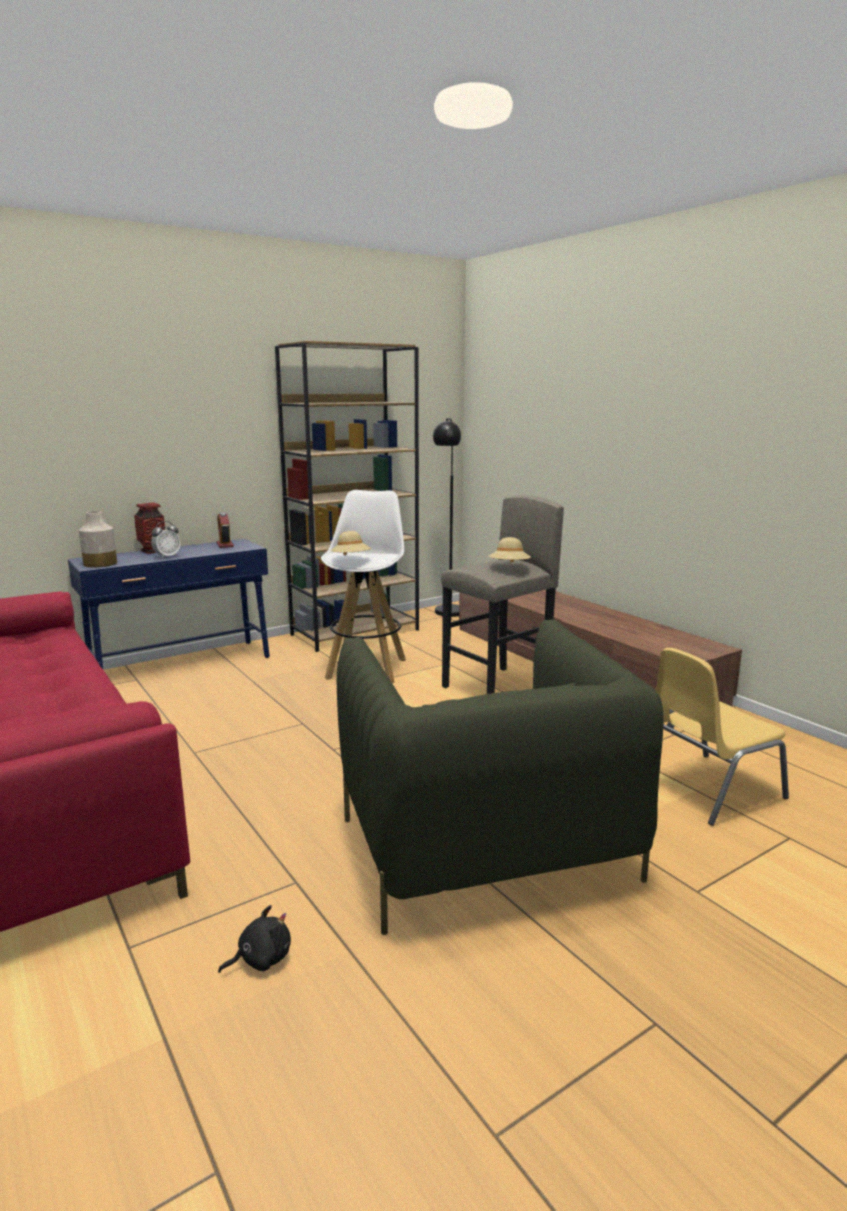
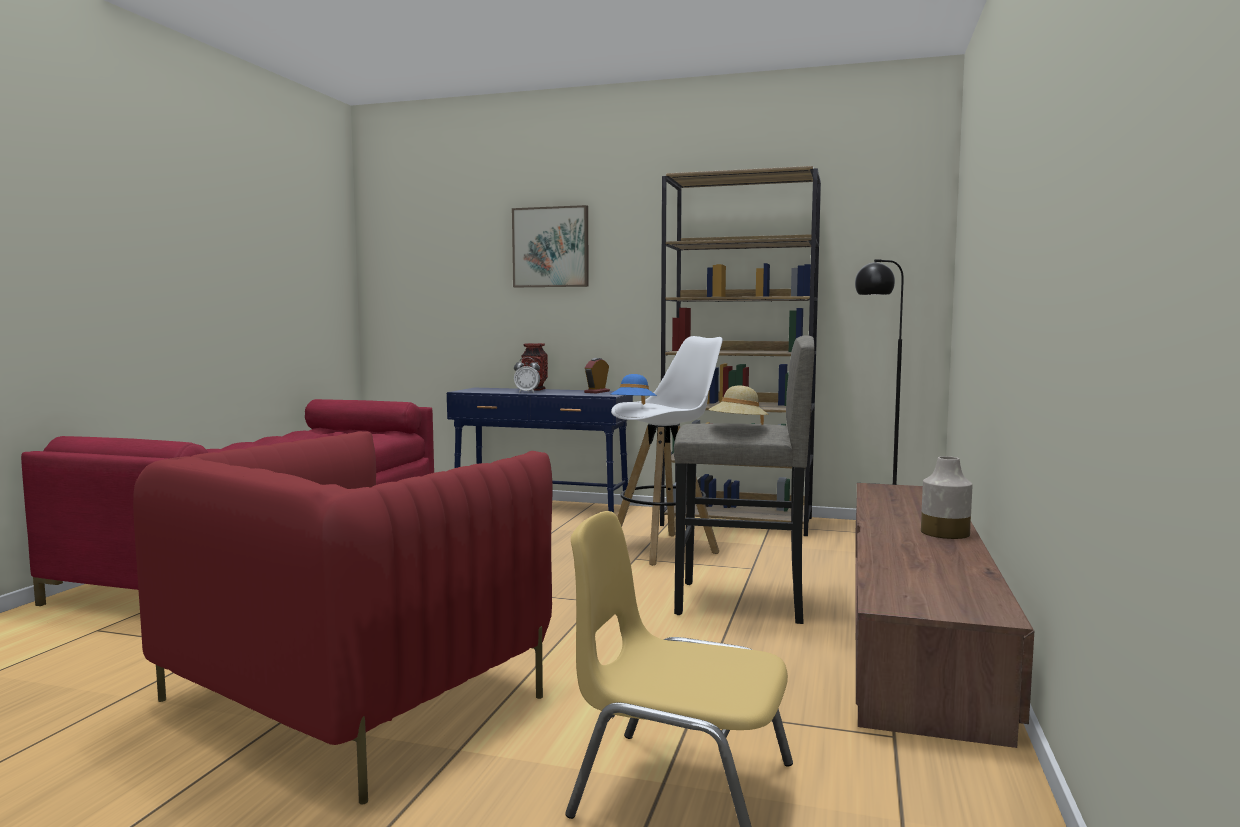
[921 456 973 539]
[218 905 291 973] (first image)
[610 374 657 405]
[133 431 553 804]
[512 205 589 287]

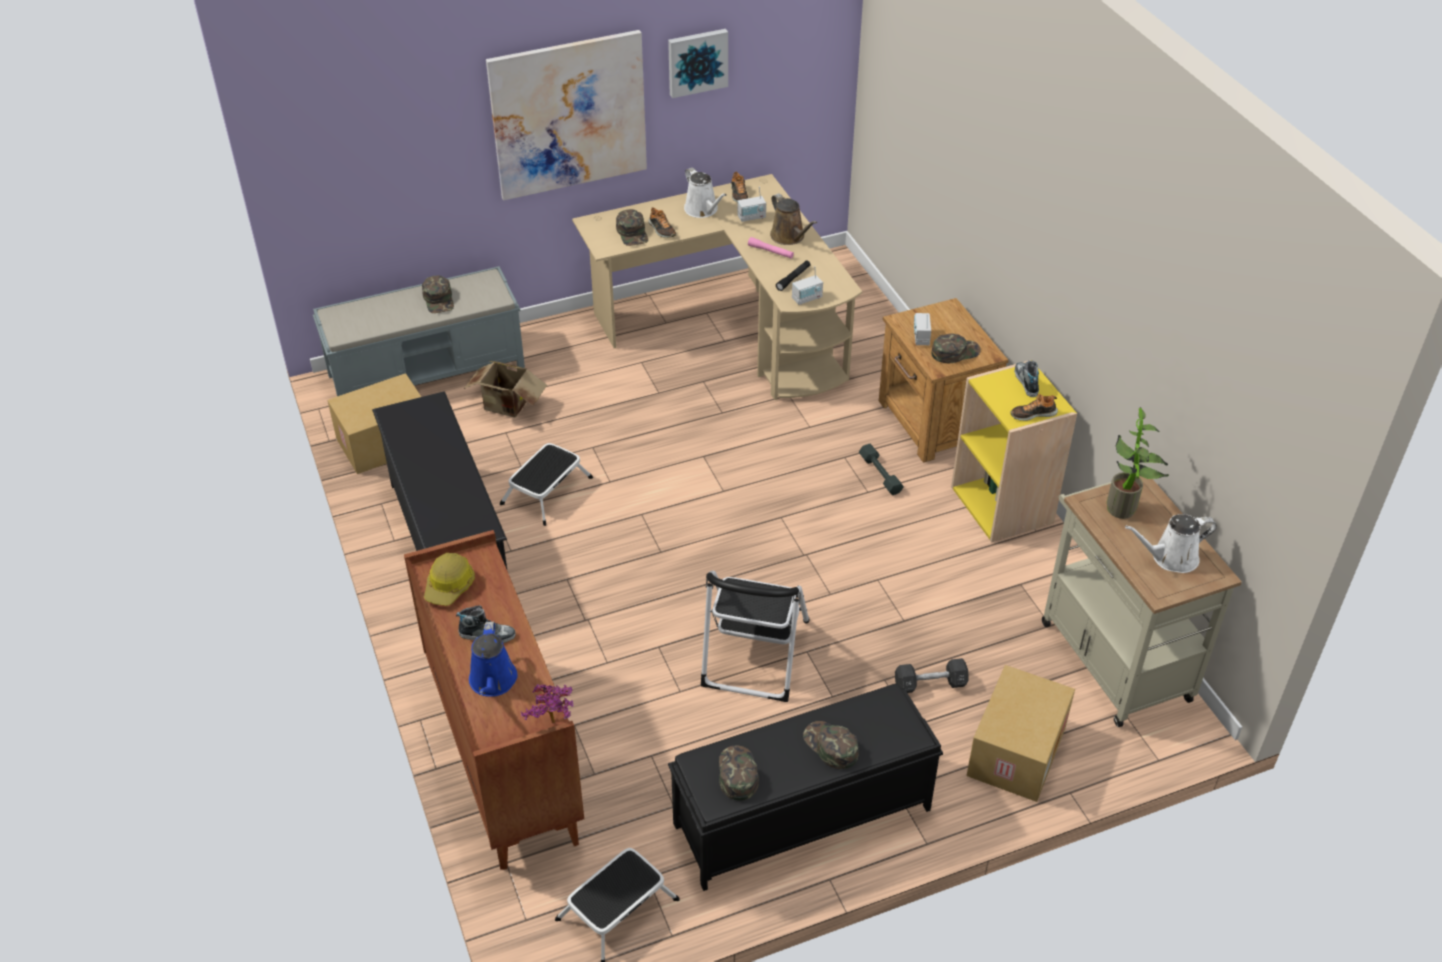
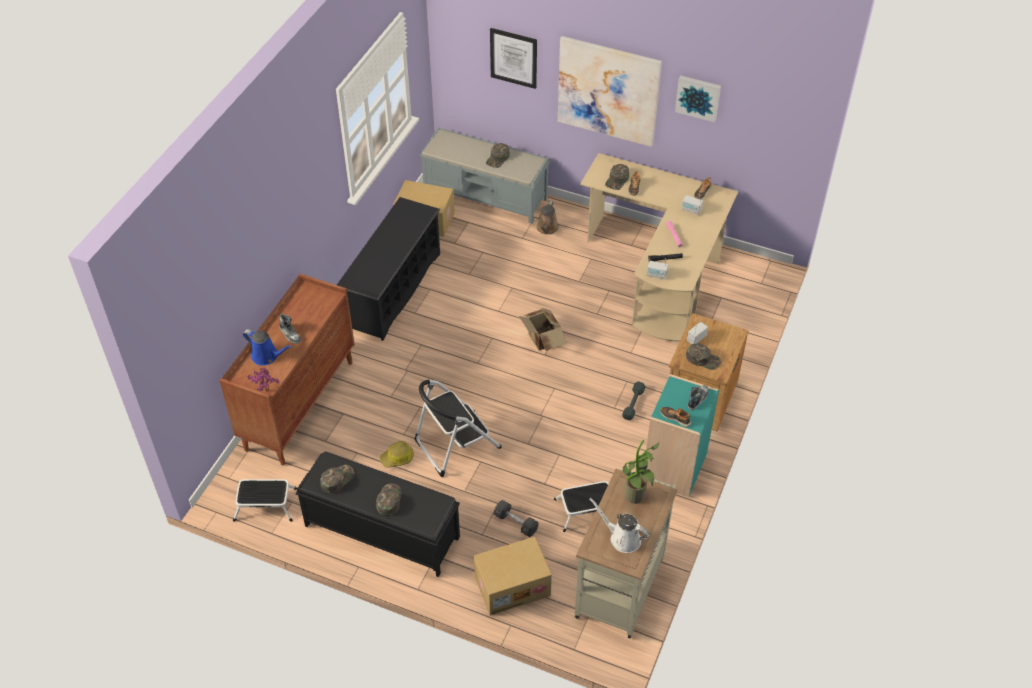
[379 441 414 468]
[519 308 567 351]
[243 330 292 366]
[553 481 609 532]
[684 167 727 218] (first image)
[537 201 559 235]
[646 374 719 497]
[490 28 537 89]

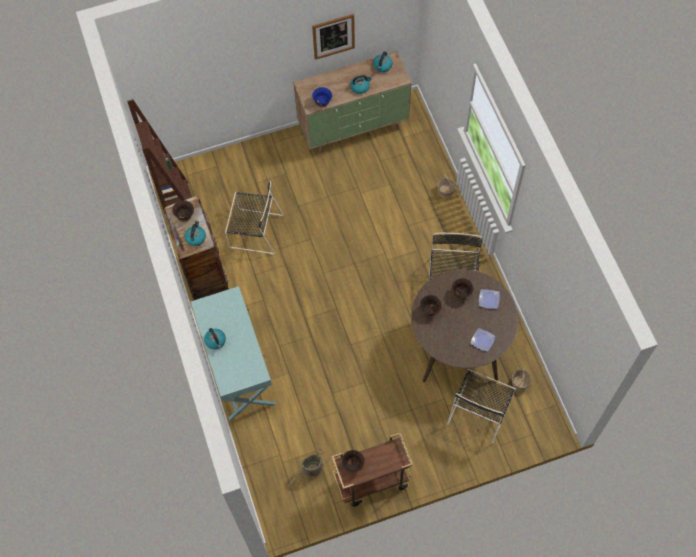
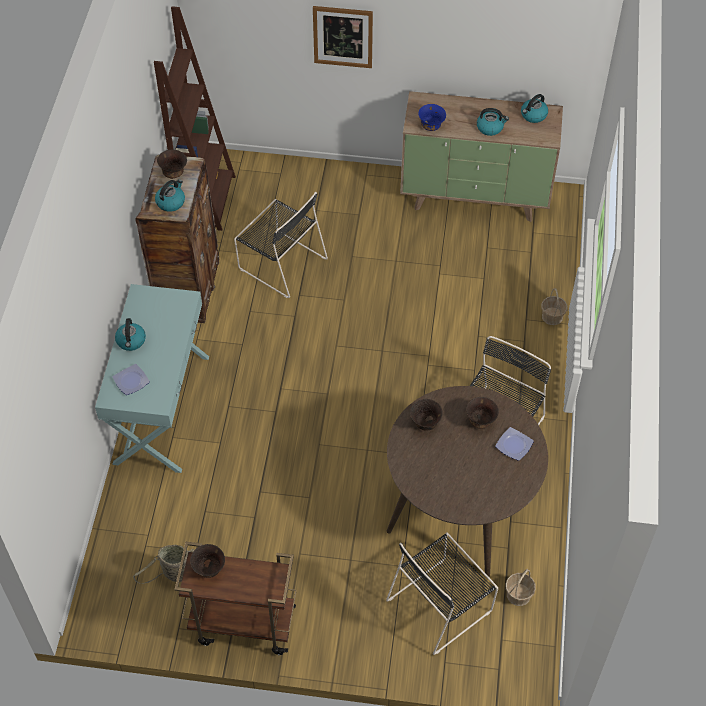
[313 6 373 68]
[113 364 150 395]

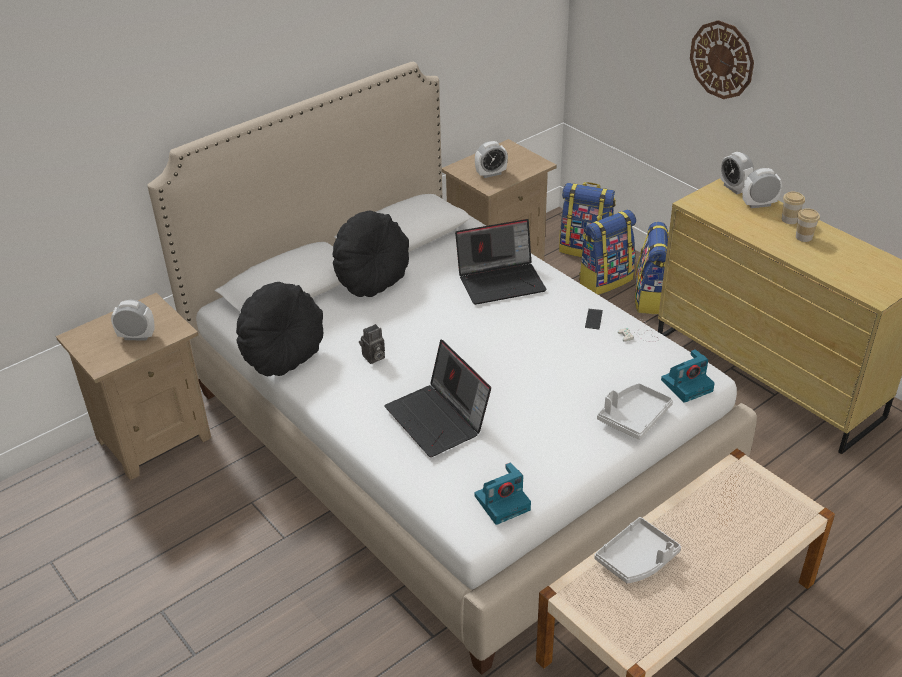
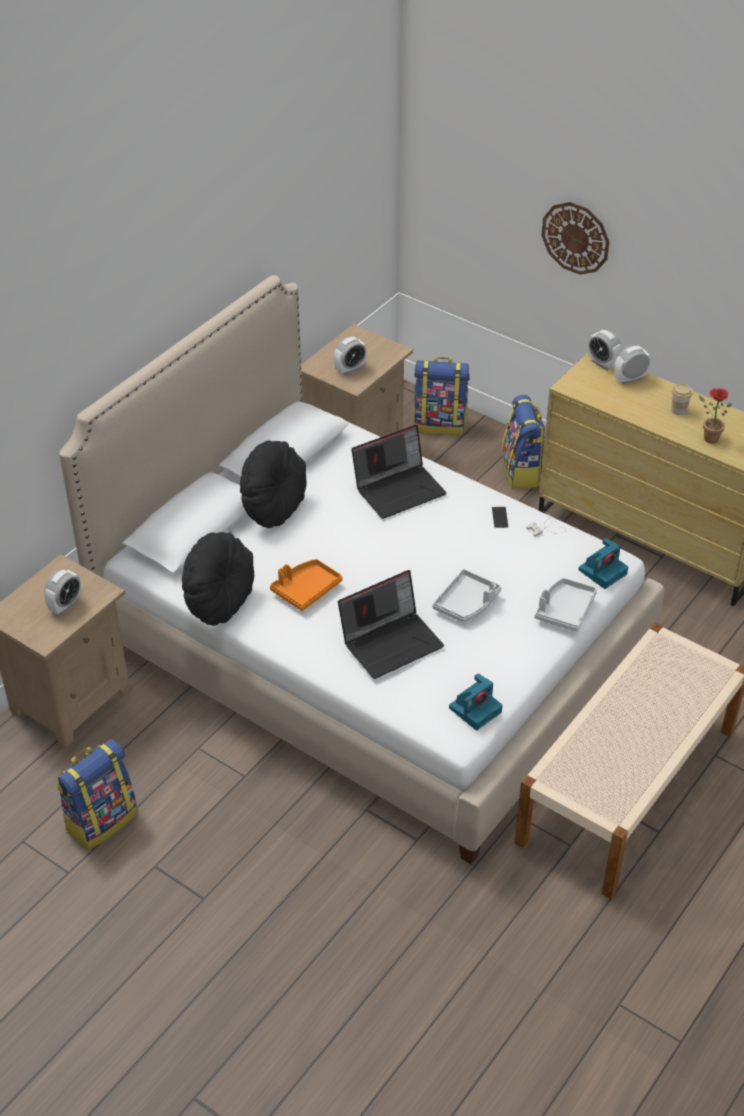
[44 570 81 614]
[270 559 342 611]
[338 570 444 679]
[57 739 137 850]
[433 569 501 623]
[782 192 805 224] (first image)
[699 388 732 444]

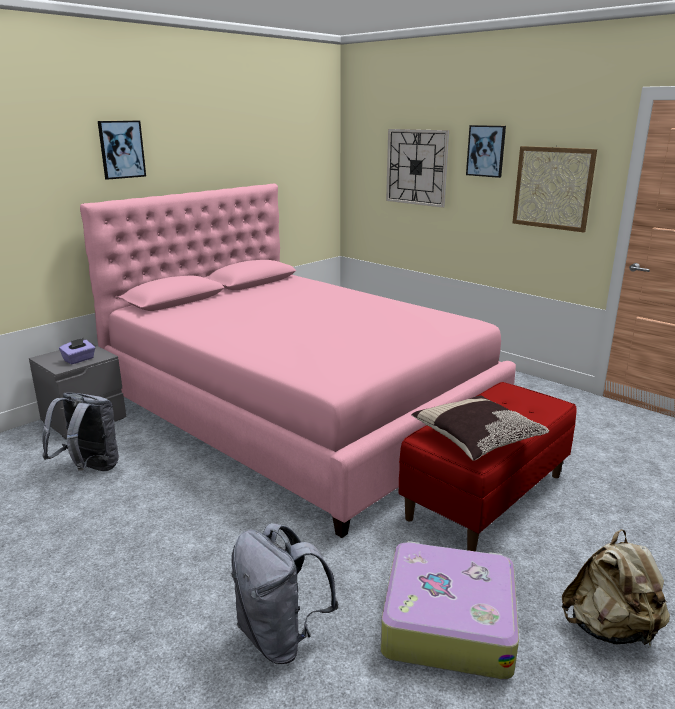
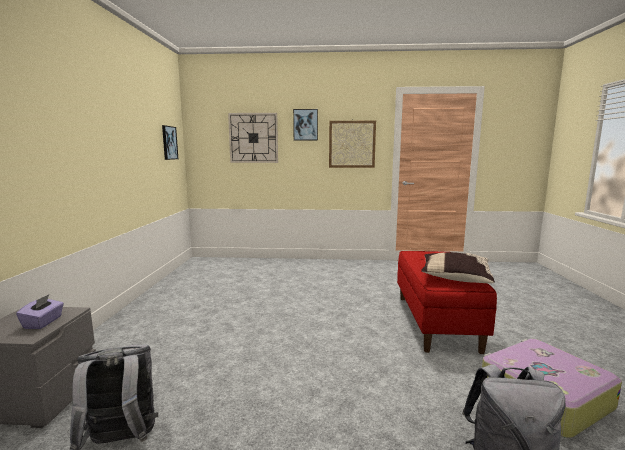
[80 184 516 538] (first image)
[162 125 178 160]
[562 529 670 648] (first image)

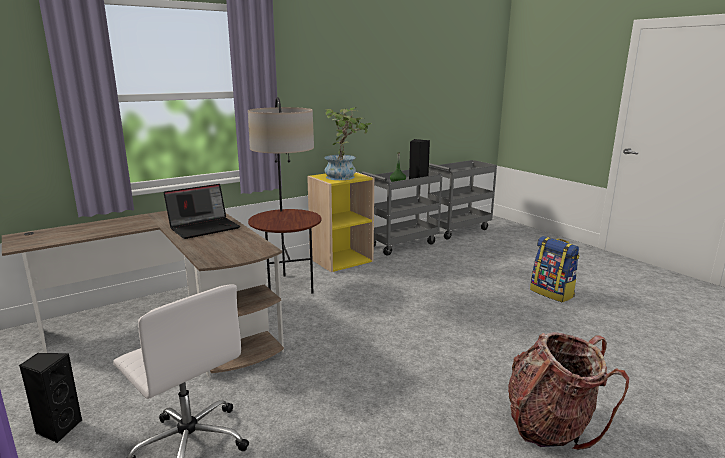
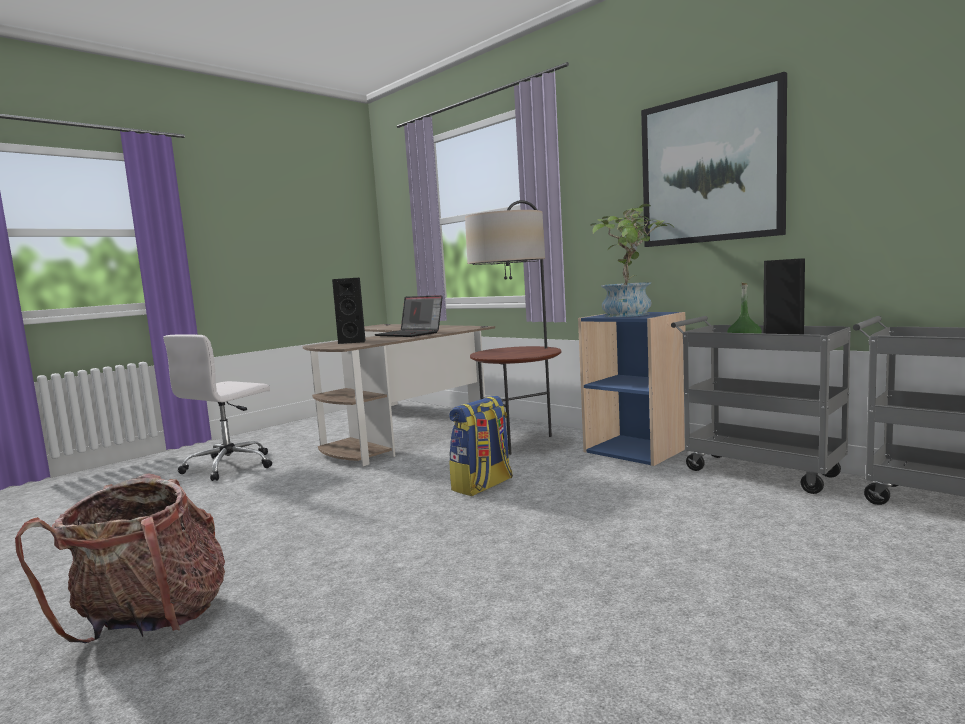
[332 278 365 344]
[578 312 686 466]
[449 396 513 496]
[641 72 787 247]

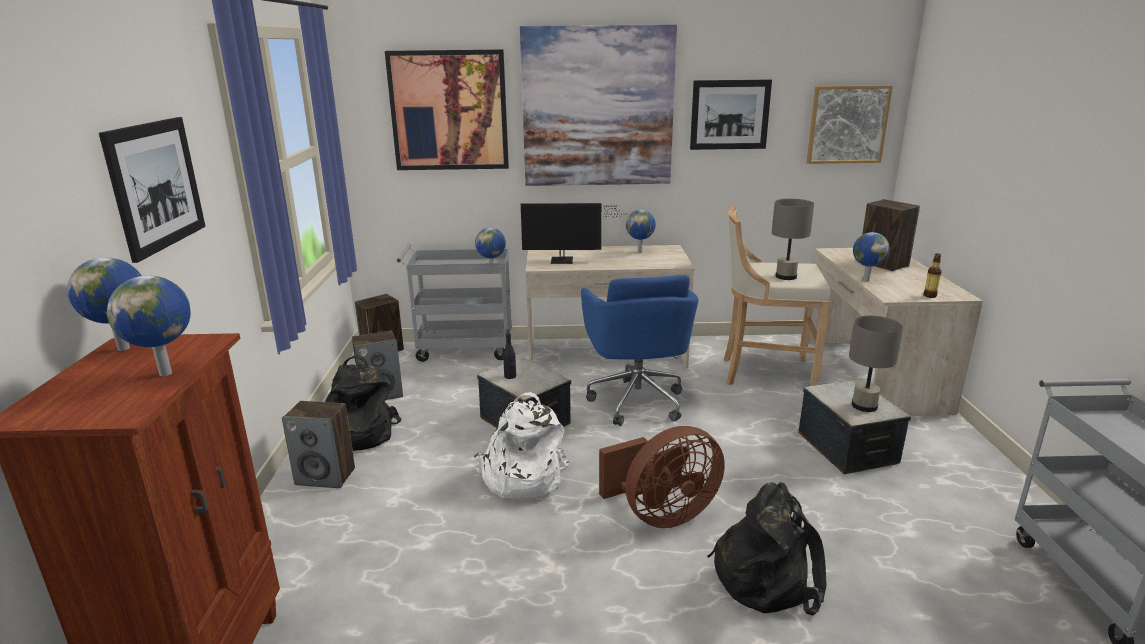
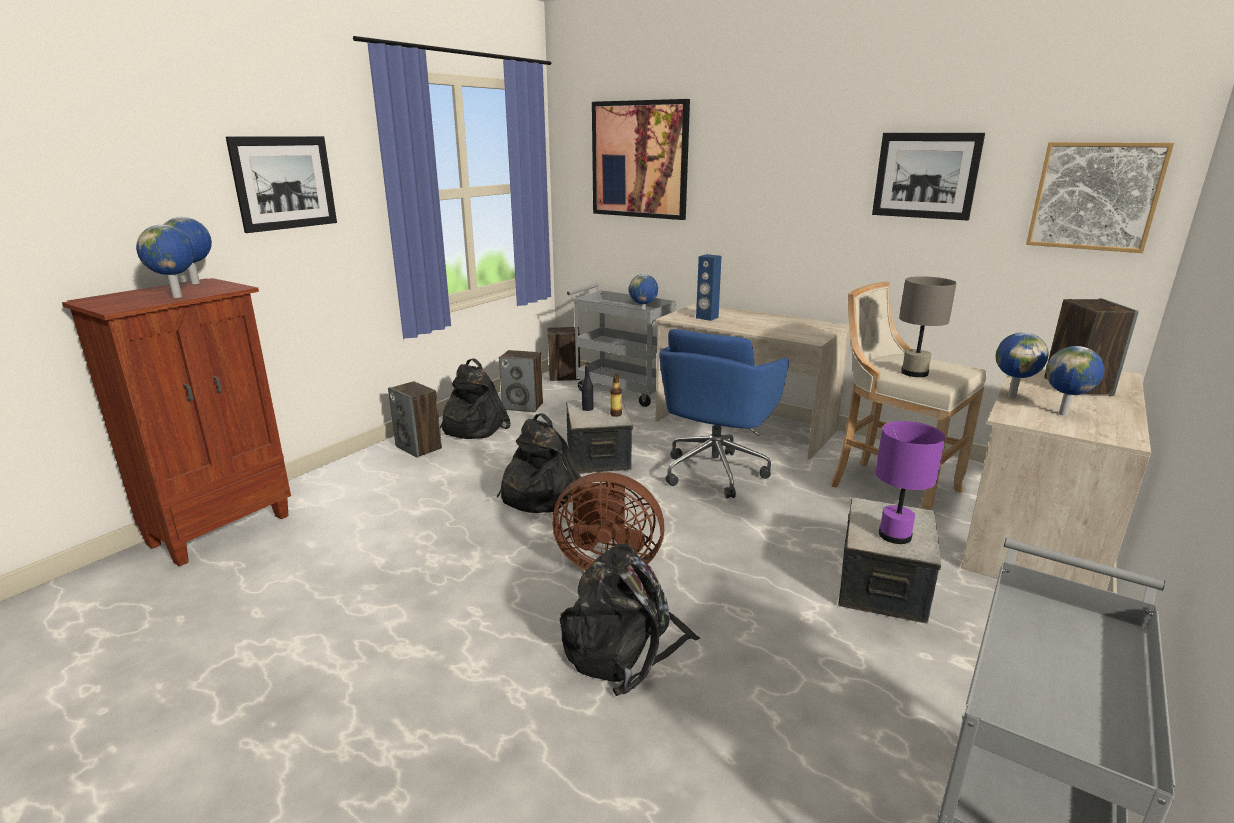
[496 413 581 513]
[520 24 677 186] (first image)
[696 254 721 321]
[1046 346 1104 416]
[876 421 945 544]
[610 374 622 417]

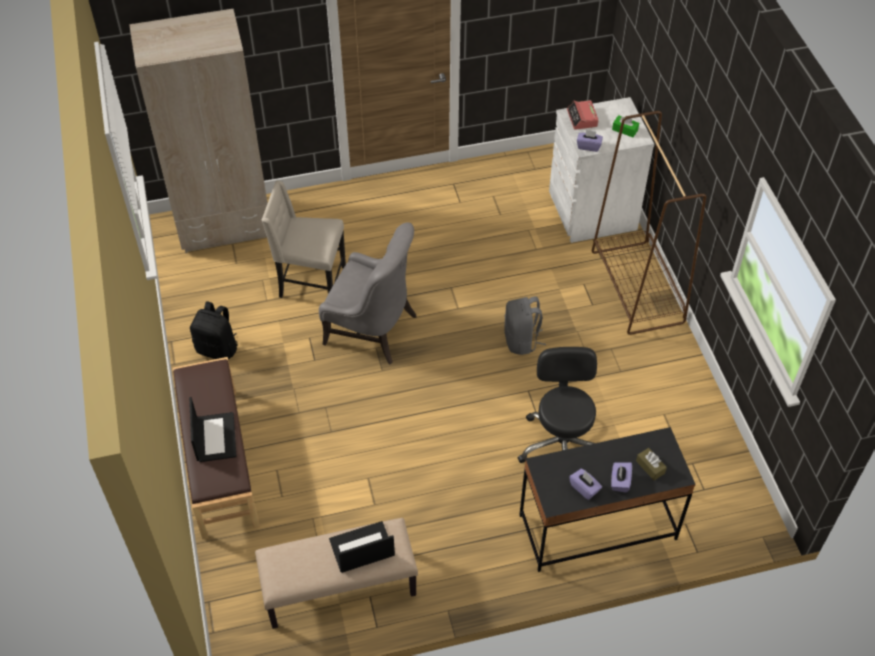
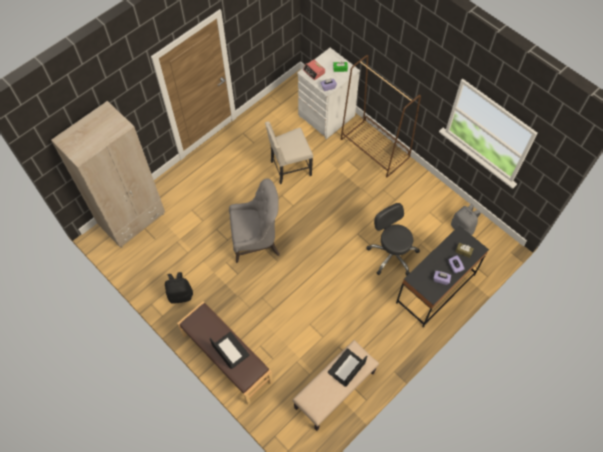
[265 121 313 184]
[451 204 481 235]

